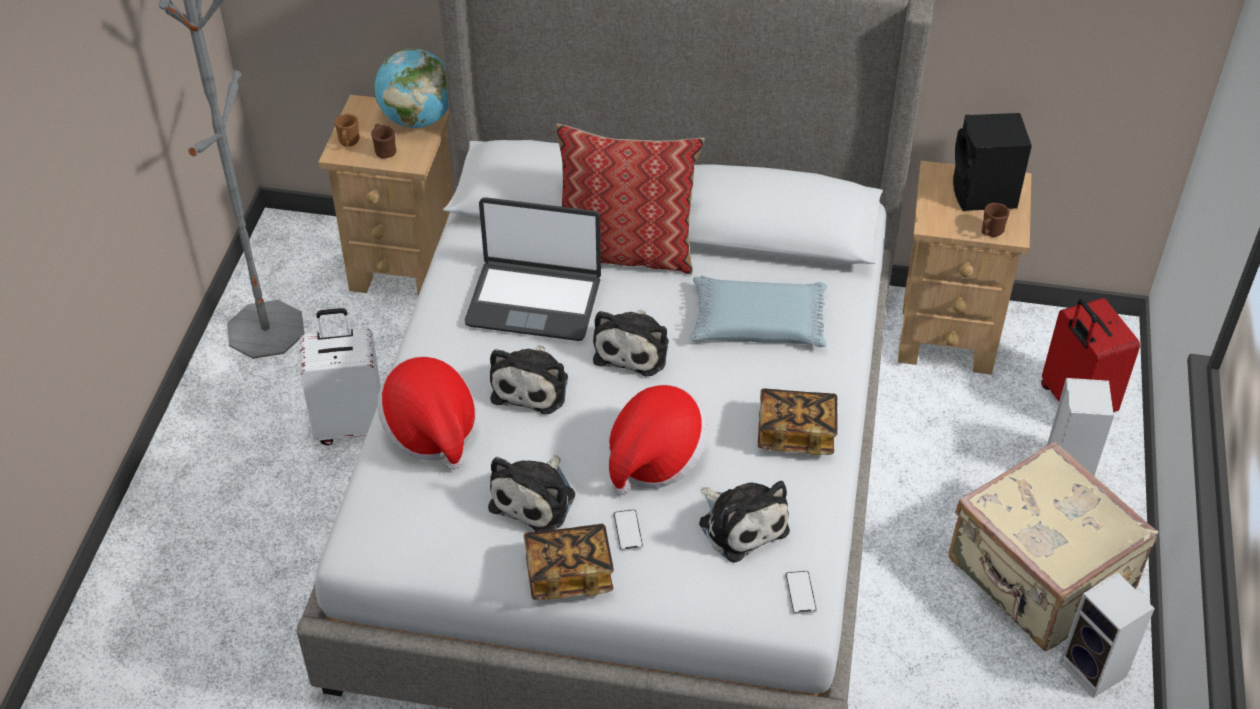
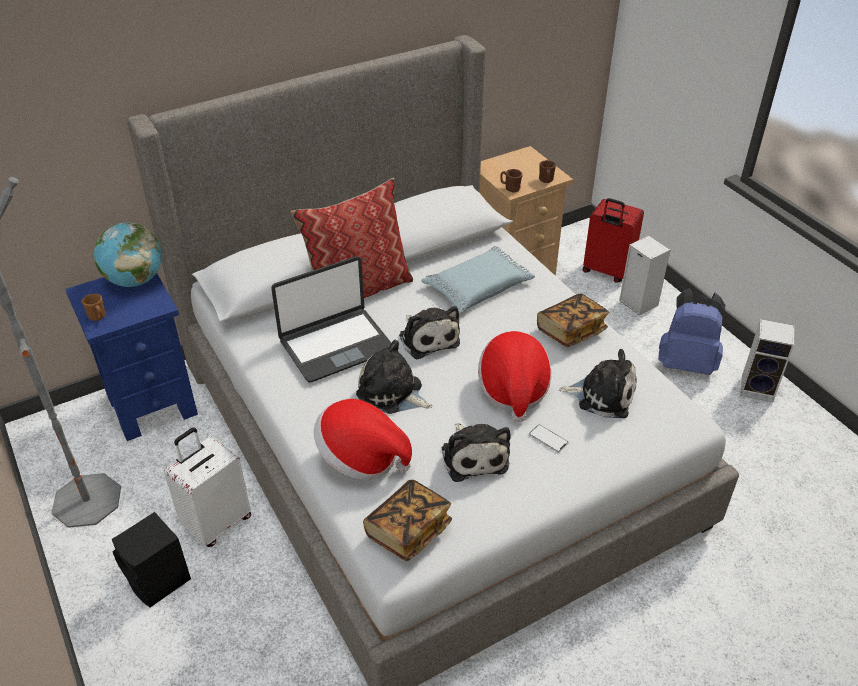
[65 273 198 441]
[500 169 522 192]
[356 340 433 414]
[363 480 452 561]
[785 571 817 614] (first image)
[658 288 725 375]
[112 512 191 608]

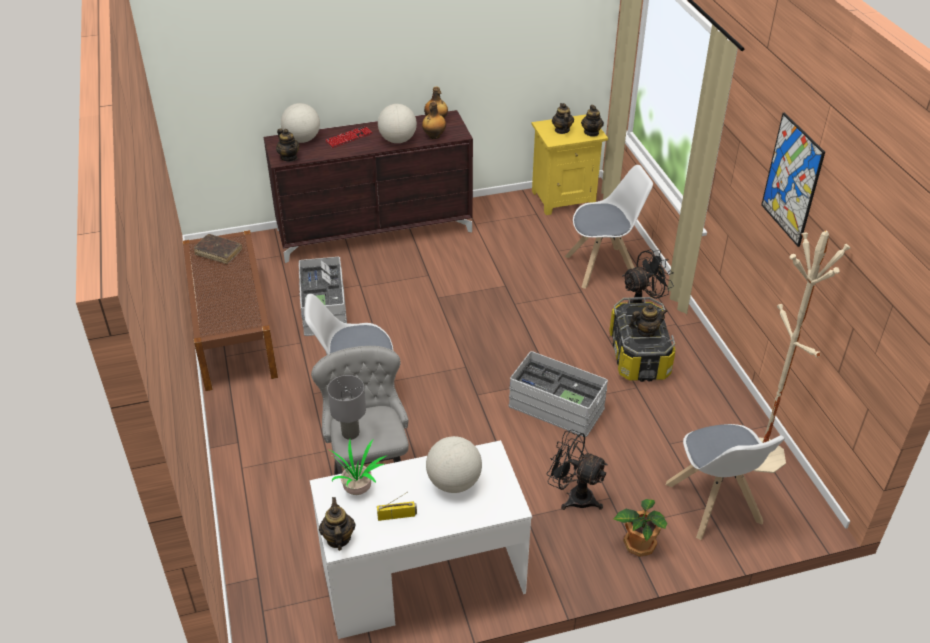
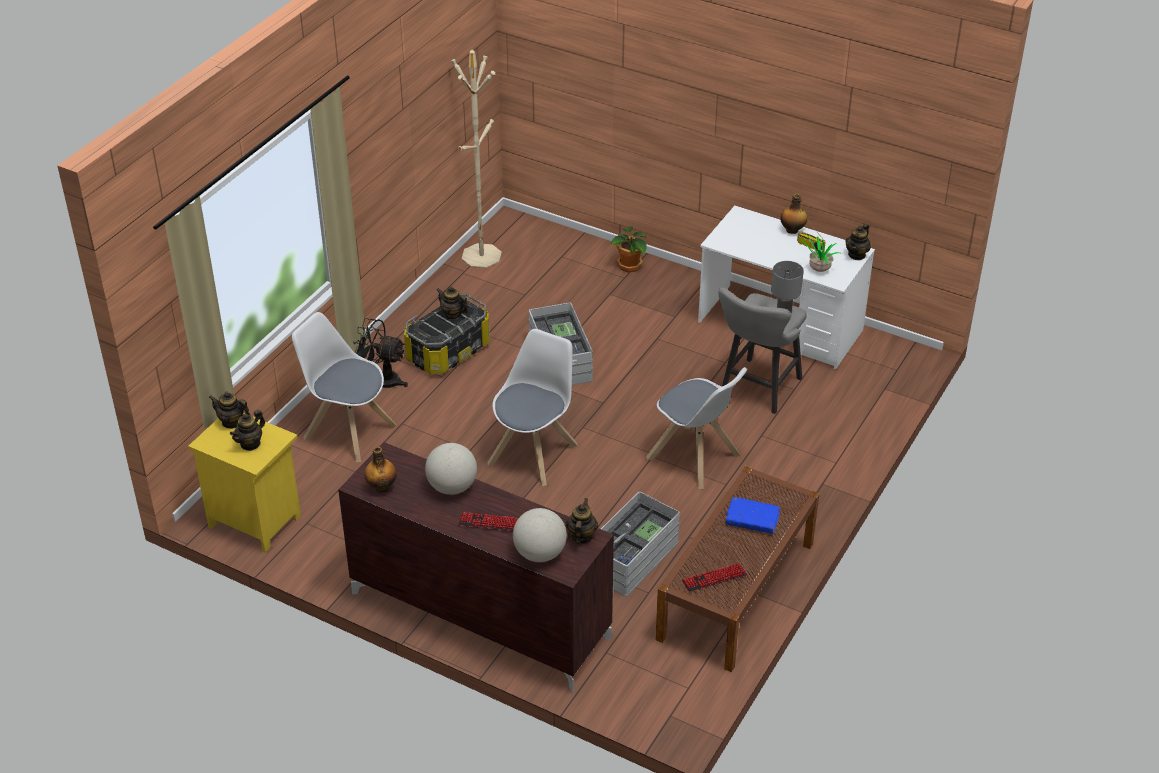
[682 563 748 592]
[780 194 807 234]
[426 436 482 493] (first image)
[547 430 607 510] (first image)
[209 392 250 429]
[487 329 578 486]
[761 113 825 247] (first image)
[726 497 780 534]

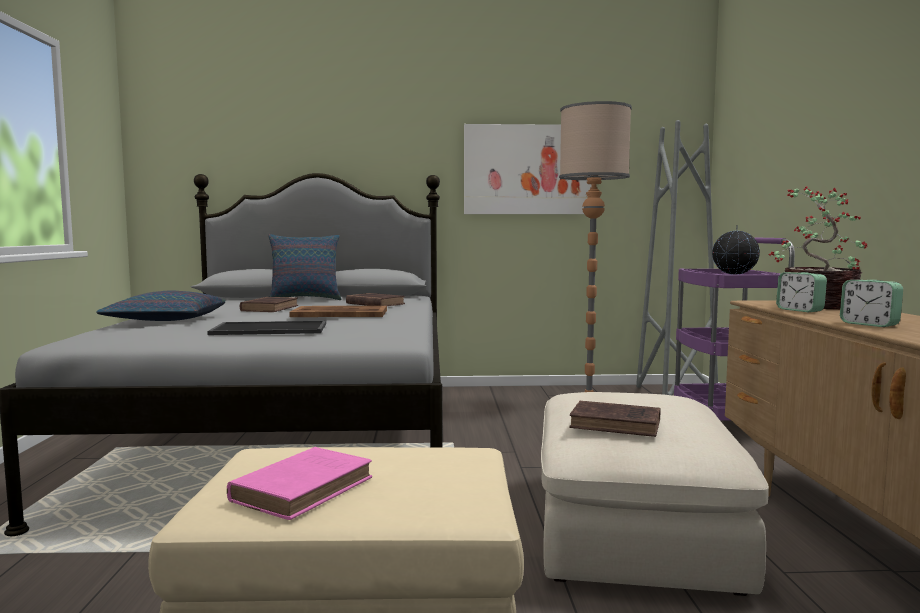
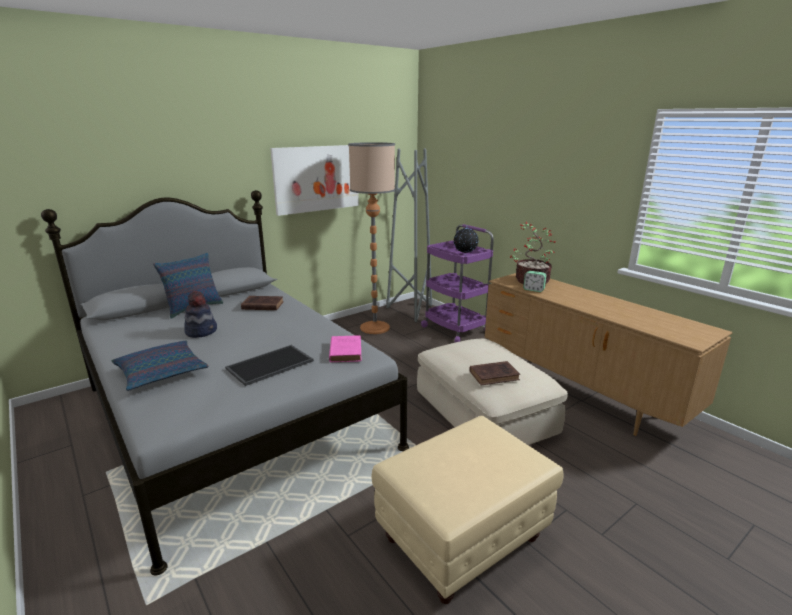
[329 335 361 362]
[184 291 217 338]
[289 306 387 317] (first image)
[840 280 903 327] (first image)

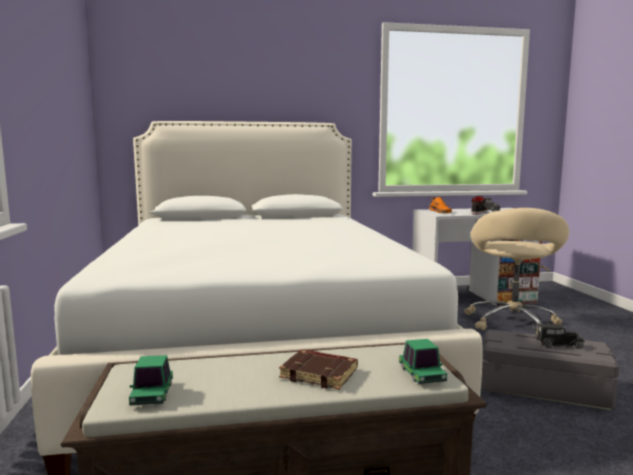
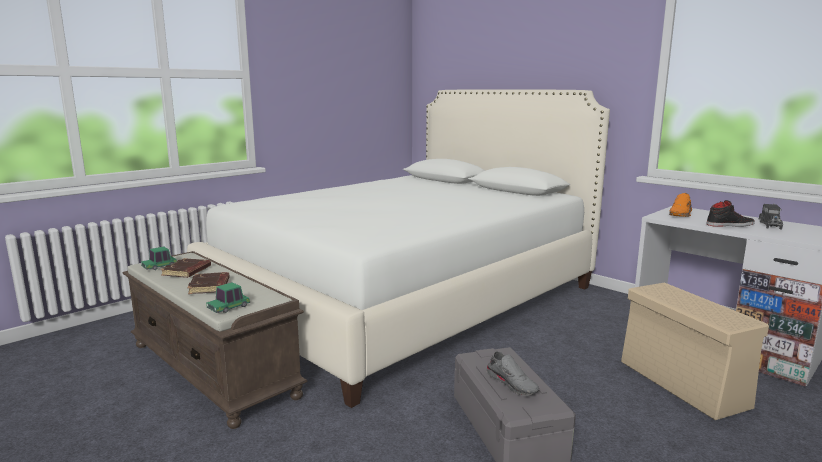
[621 282 769 420]
[486 351 539 396]
[161 258 211 278]

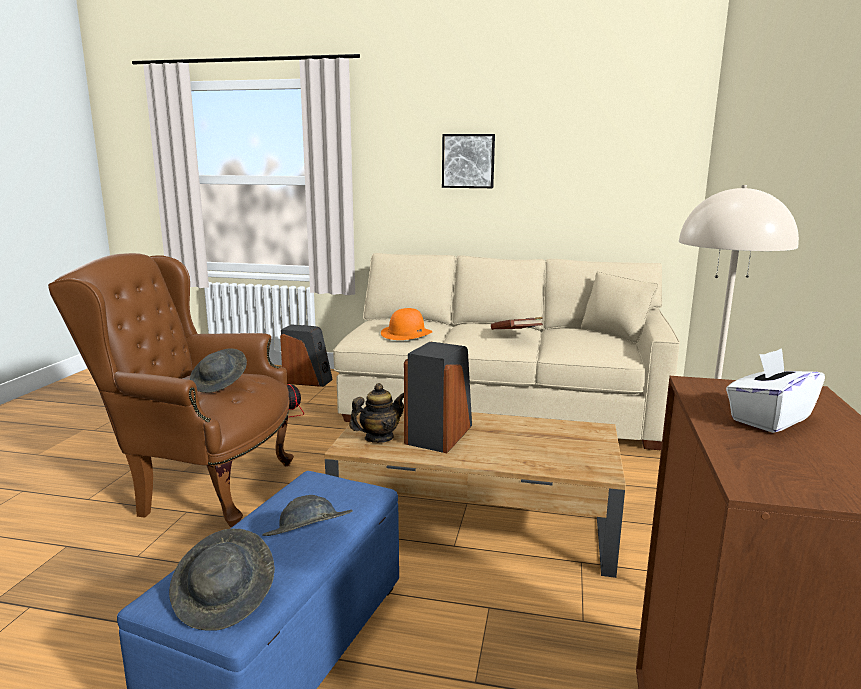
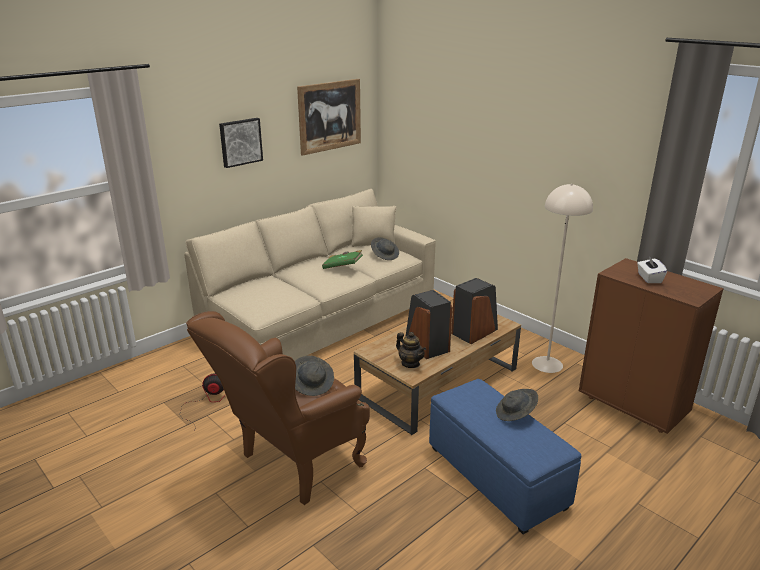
[371 237 399 260]
[451 278 498 344]
[396 332 426 368]
[381 308 432 340] (first image)
[322 250 363 269]
[297 79 361 156]

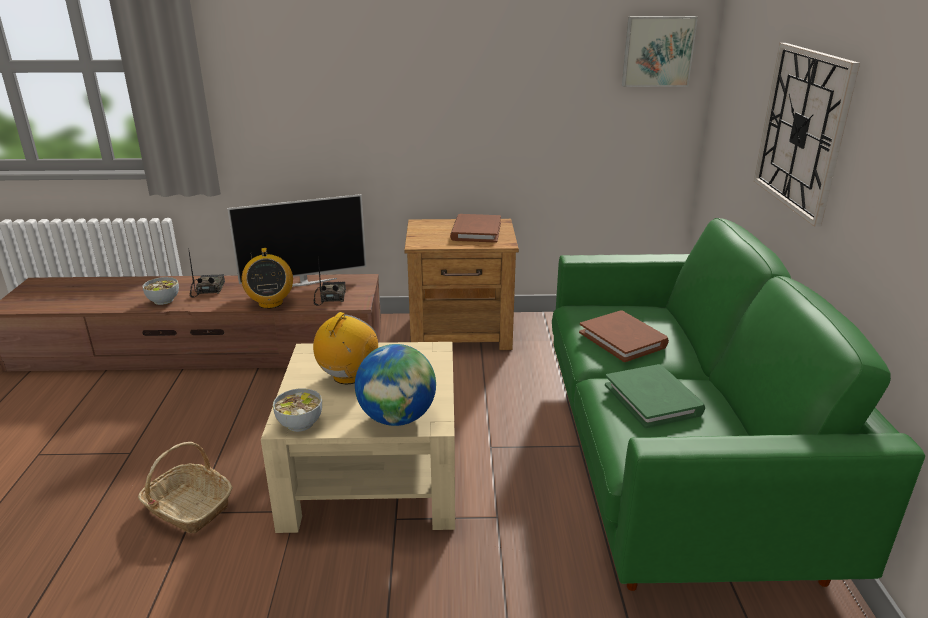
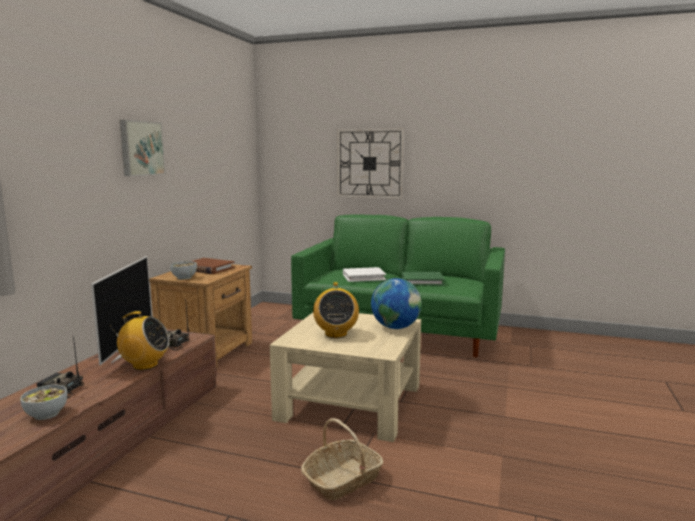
[170 261 197 280]
[313 282 359 338]
[343 267 386 282]
[120 120 165 176]

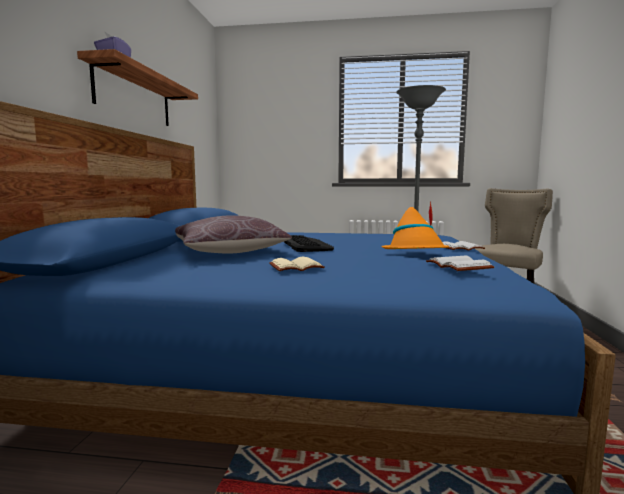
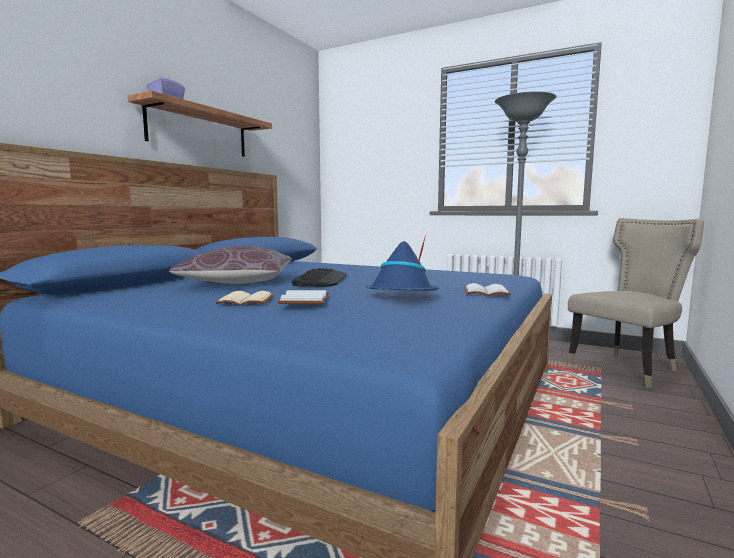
[366 235 439 291]
[278 290 329 304]

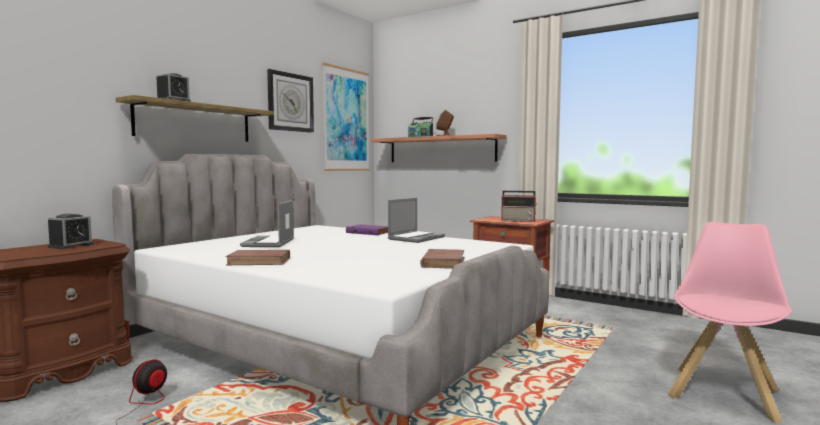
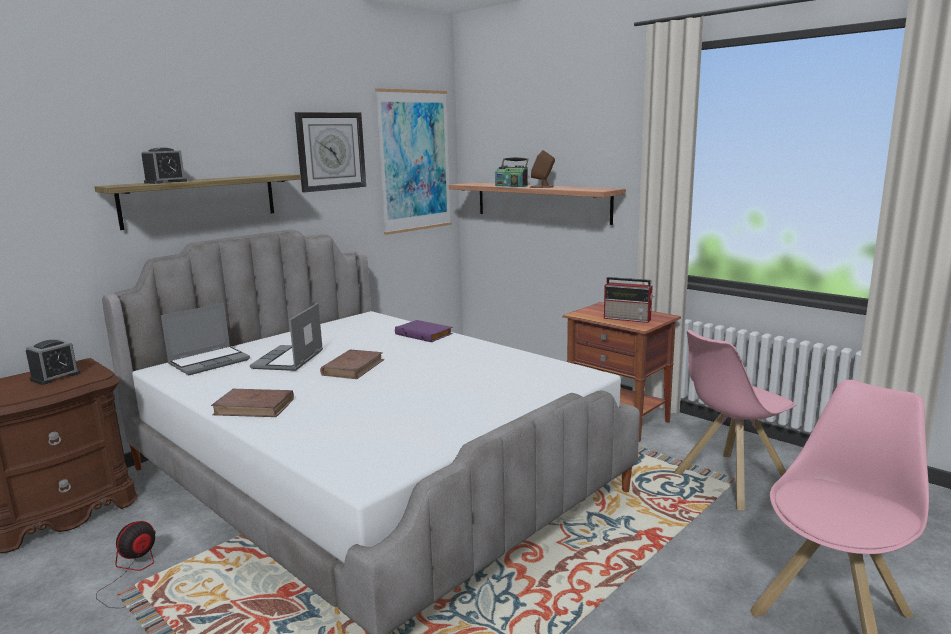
[161 303 250 375]
[320 350 384 379]
[675 330 796 511]

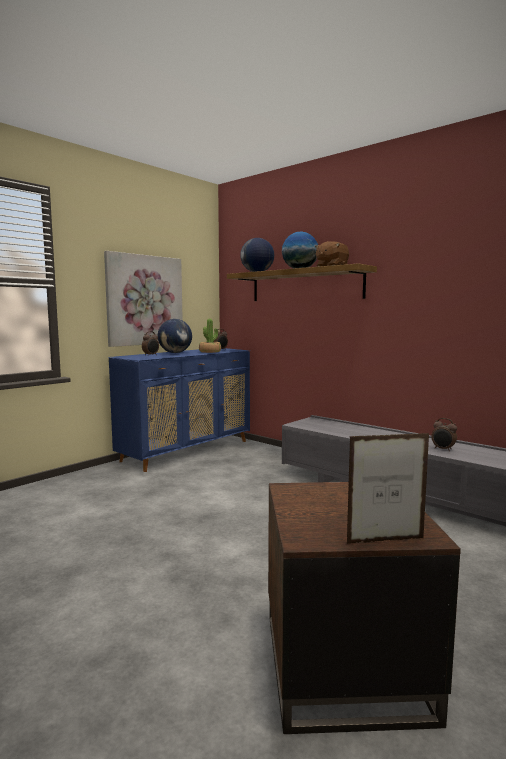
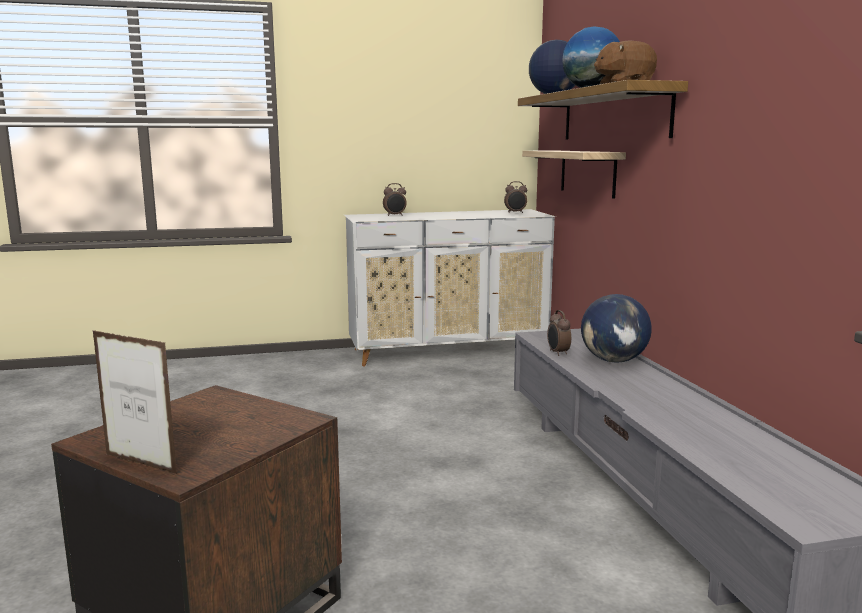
[104 251 183 347] (first image)
[344 209 556 367]
[581 294 652 363]
[199 319 221 353] (first image)
[547 310 571 356]
[522 151 626 199]

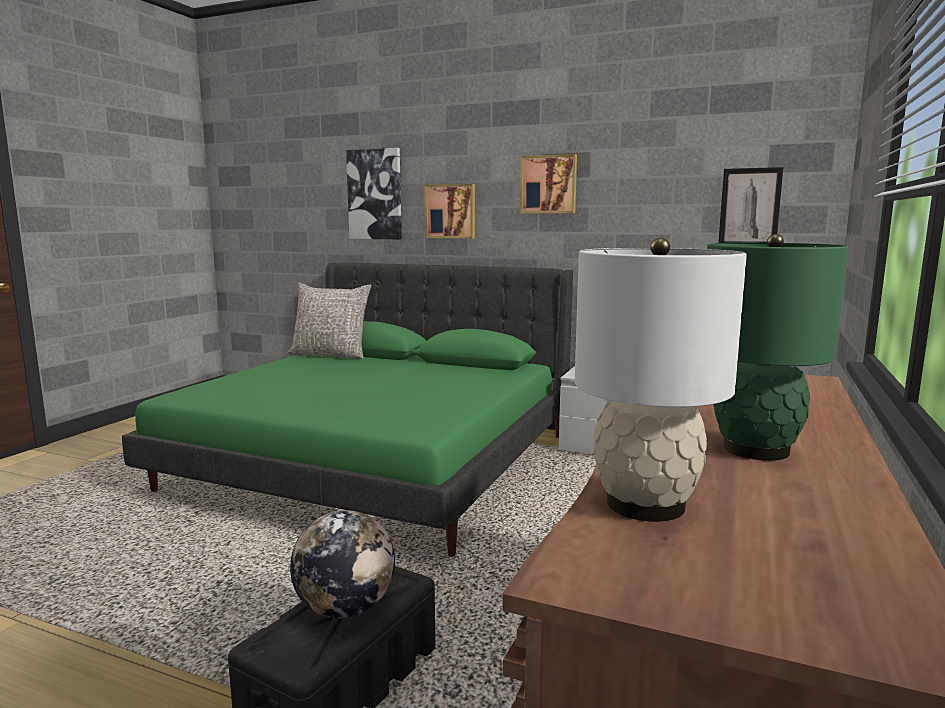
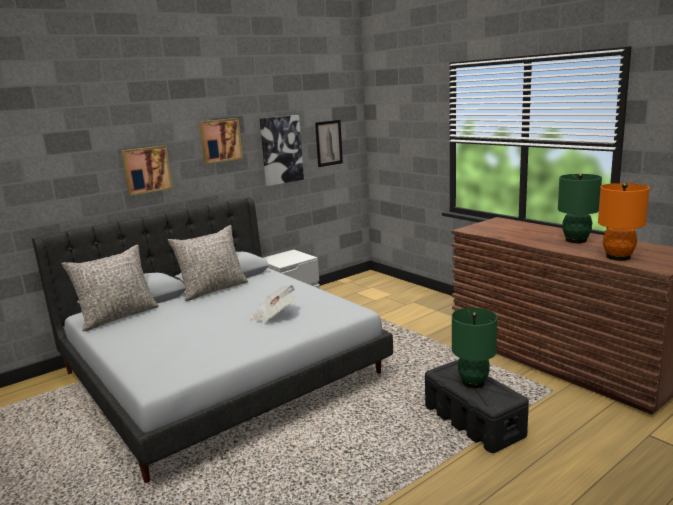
[32 197 393 483]
[452 308 497 388]
[260 115 304 186]
[598 183 650 261]
[168 225 248 301]
[250 285 296 322]

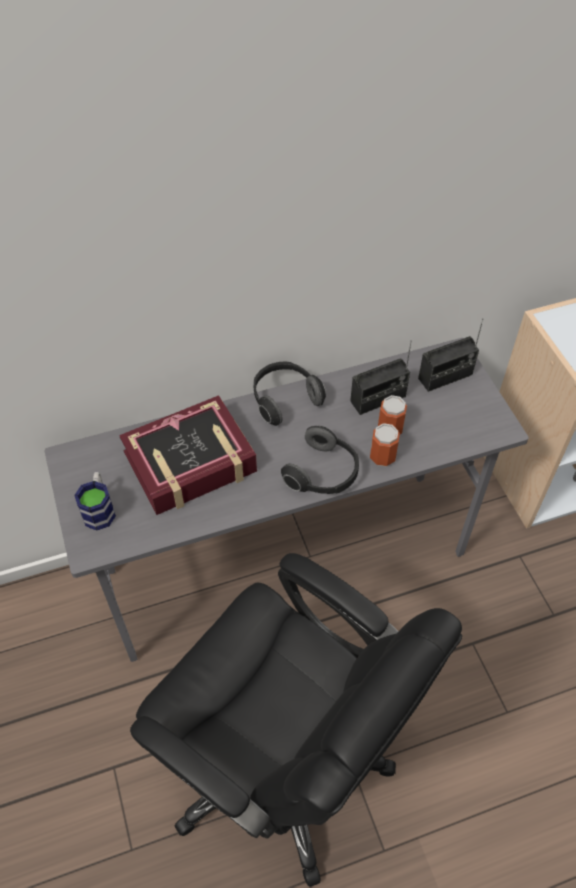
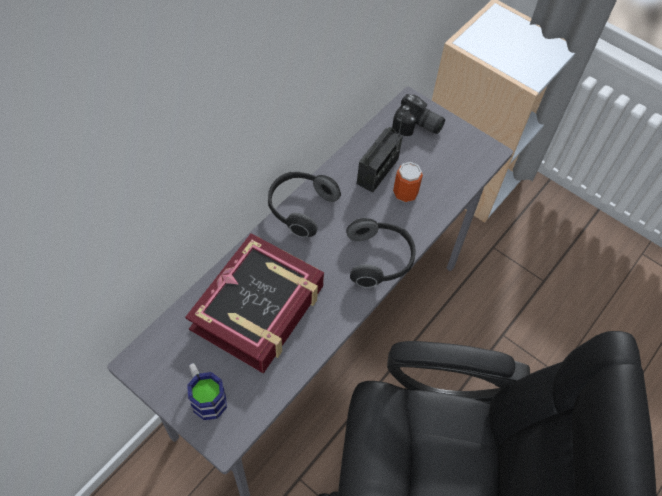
[370 423 400 466] (first image)
[392 94 445 136]

